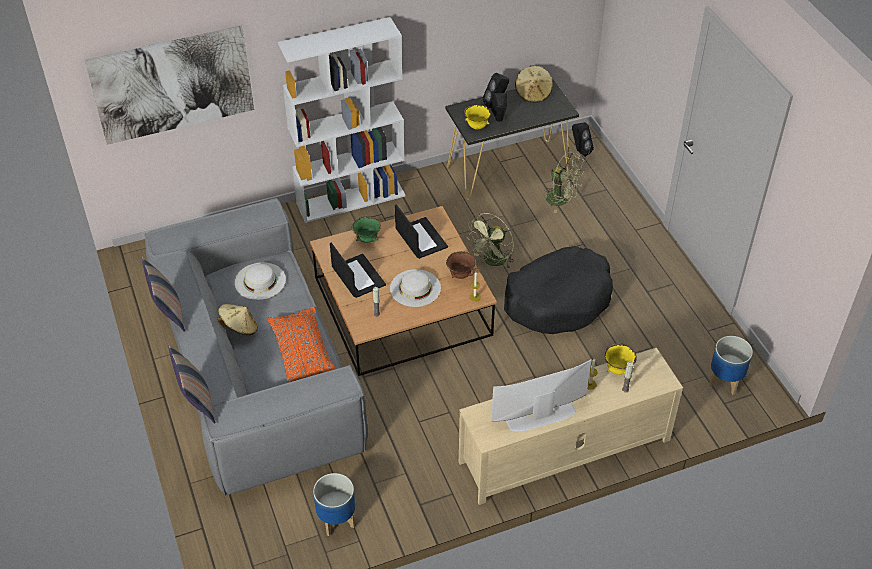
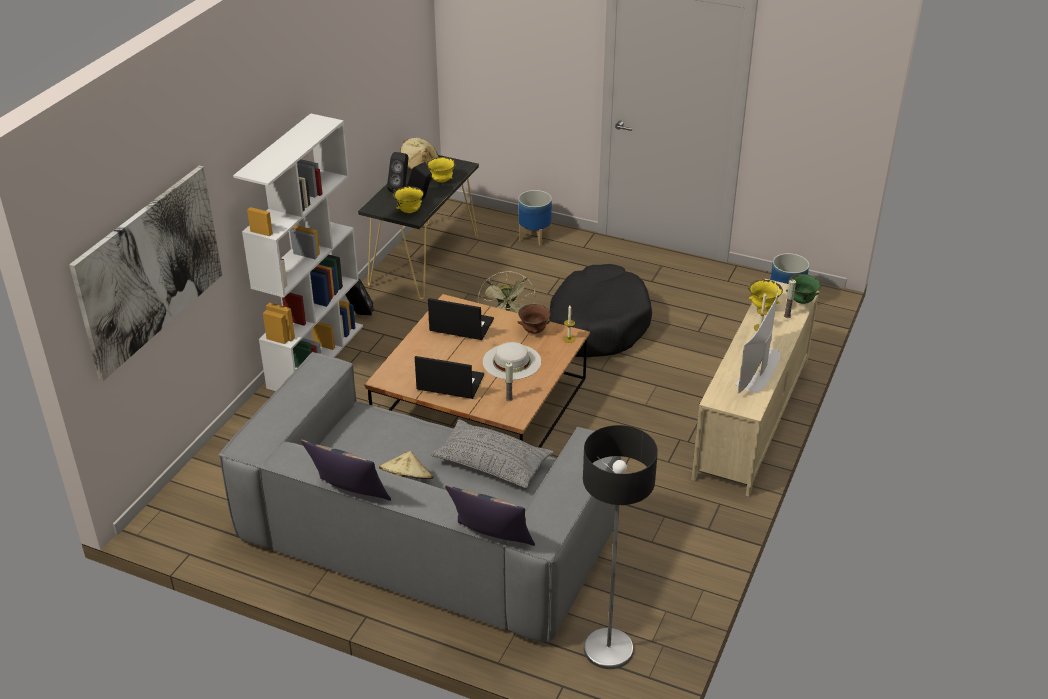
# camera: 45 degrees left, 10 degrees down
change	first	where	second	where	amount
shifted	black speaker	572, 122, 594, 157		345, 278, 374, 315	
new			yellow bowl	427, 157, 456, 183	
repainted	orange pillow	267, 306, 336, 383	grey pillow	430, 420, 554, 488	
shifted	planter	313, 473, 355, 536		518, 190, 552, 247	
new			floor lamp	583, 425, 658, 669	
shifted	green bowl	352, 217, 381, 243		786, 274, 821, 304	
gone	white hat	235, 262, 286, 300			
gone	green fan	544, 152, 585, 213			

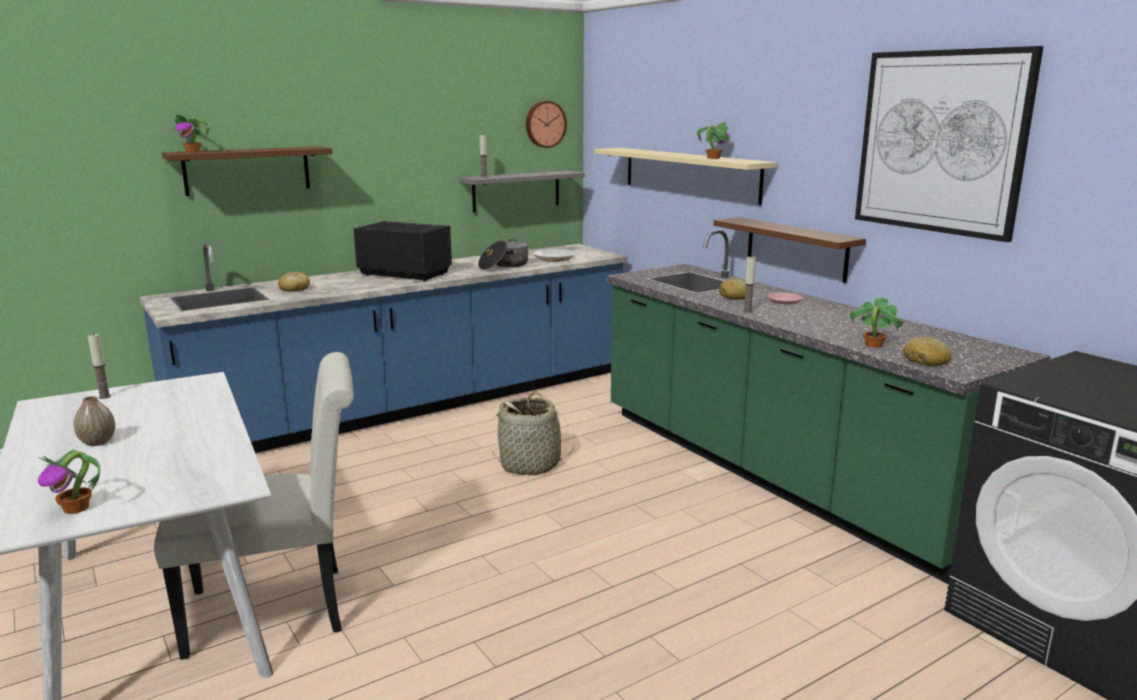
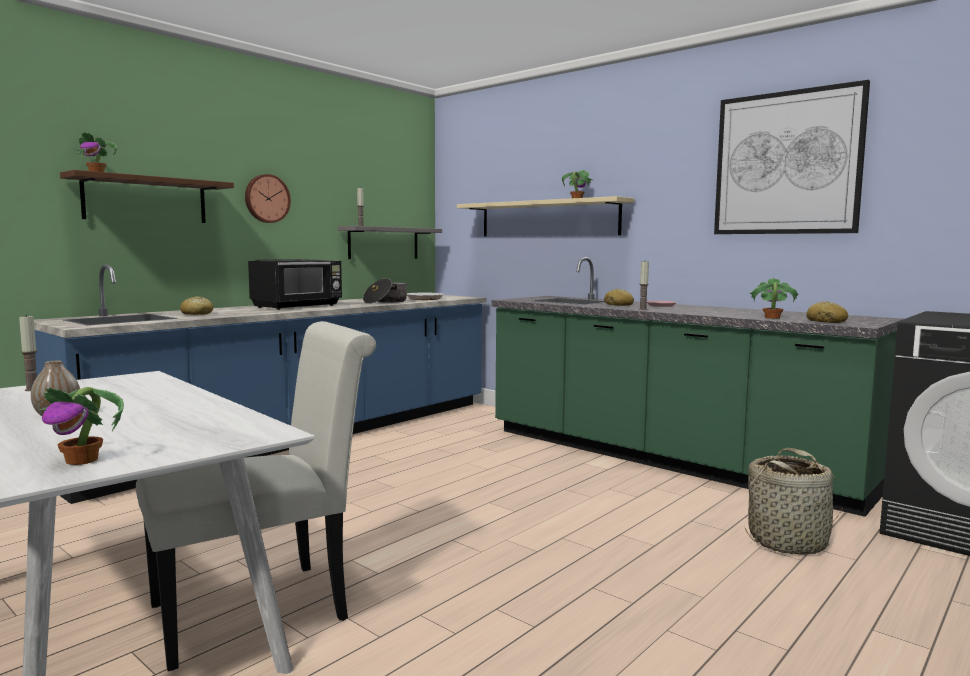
# camera: 15 degrees left, 10 degrees down
change	first	where	second	where	amount
shifted	wall clock	526, 101, 567, 148		245, 174, 291, 223	
rotated	black microwave	354, 221, 452, 282		248, 259, 342, 310	120 degrees clockwise
shifted	basket	492, 392, 575, 475		744, 448, 843, 555	
gone	brown shelf	713, 217, 866, 283			

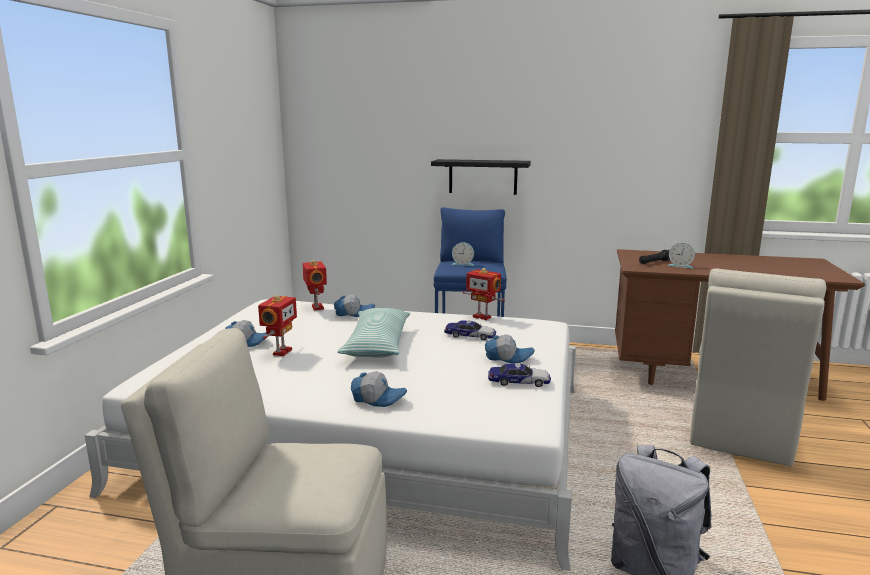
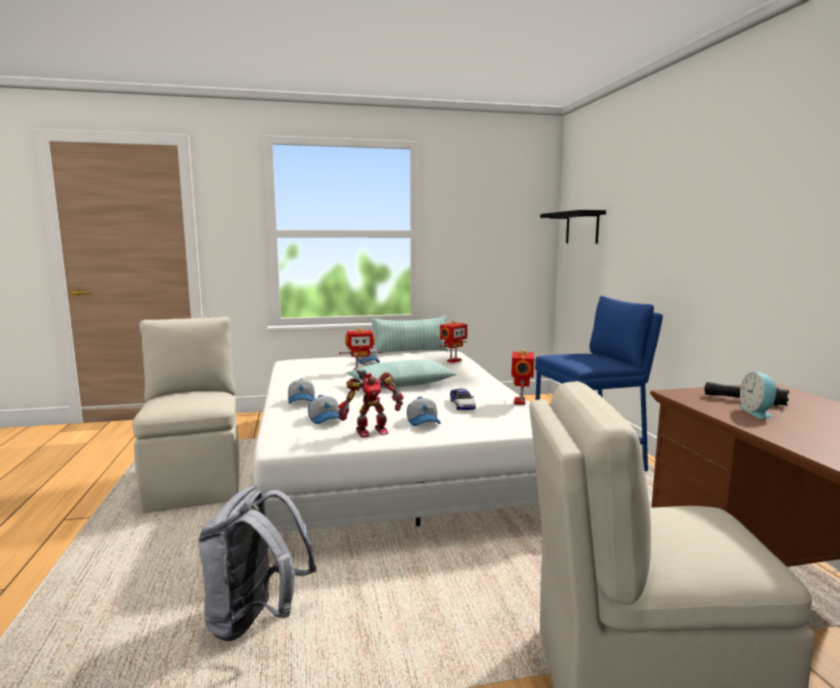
# camera: 65 degrees right, 5 degrees down
change	first	where	second	where	amount
shifted	cap	334, 294, 375, 317		308, 395, 341, 424	
swapped	toy car	488, 363, 551, 387	toy robot	338, 370, 404, 438	
new			pillow	371, 316, 449, 354	
shifted	black shelf	431, 159, 531, 195		540, 210, 606, 244	
gone	alarm clock	452, 242, 474, 266			

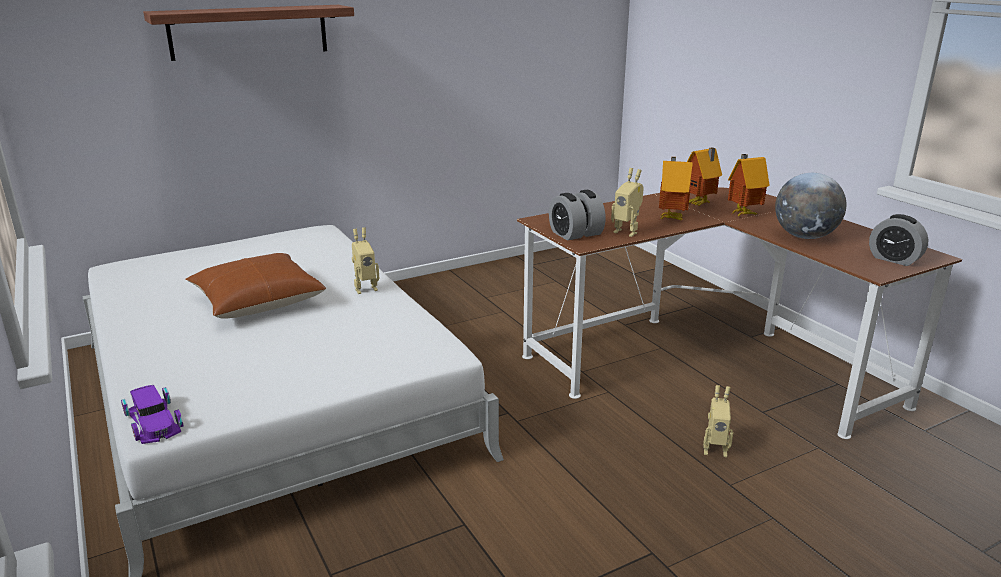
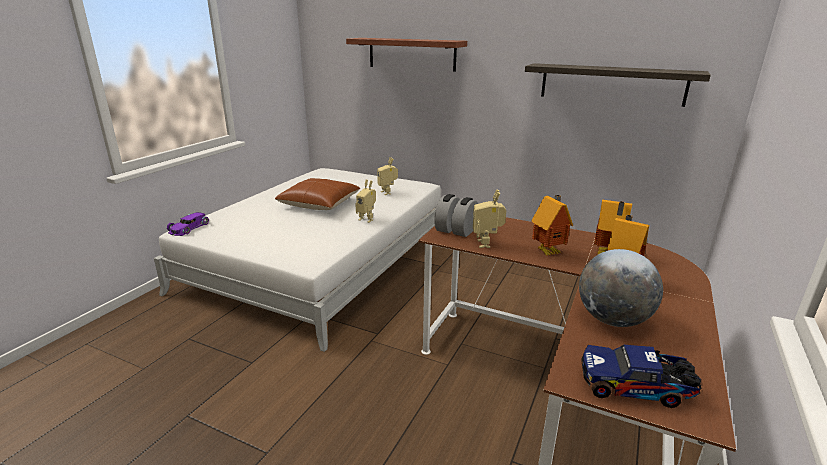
# camera: 55 degrees right, 0 degrees up
change	first	where	second	where	amount
shifted	toy robot	703, 385, 733, 457		377, 157, 398, 195	
new			shelf	525, 63, 711, 107	
swapped	alarm clock	869, 214, 929, 266	toy truck	581, 345, 701, 408	

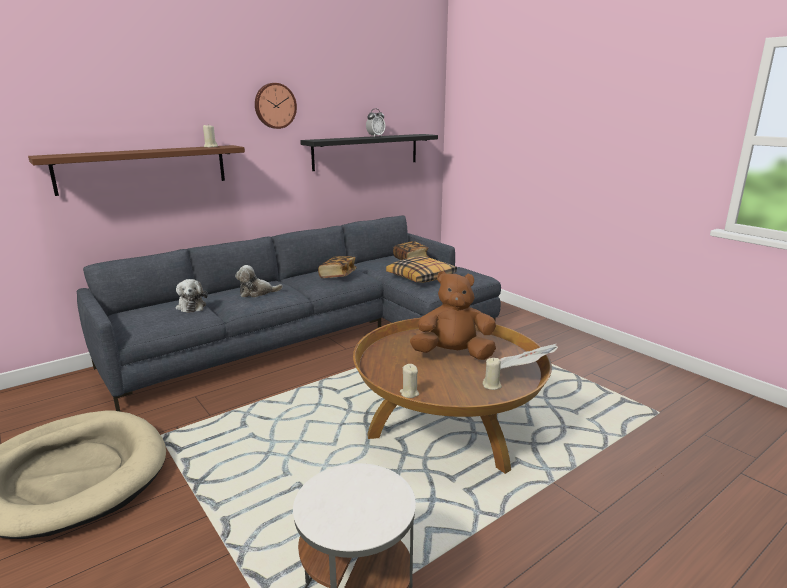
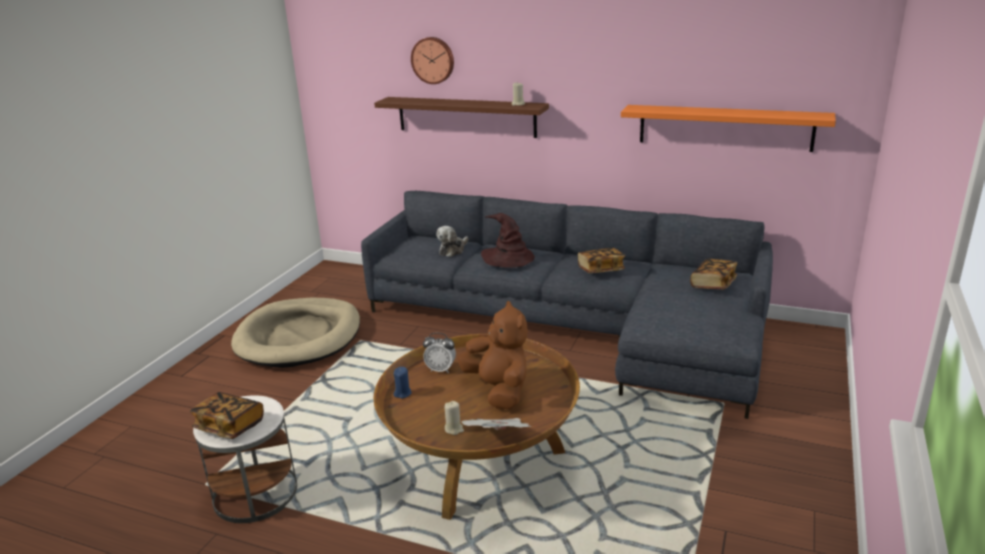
# camera: 60 degrees right, 5 degrees up
change	first	where	second	where	amount
new			book	190, 392, 264, 439	
repainted	beige candle	400, 364, 419, 398	blue candle	394, 367, 412, 398	
shifted	wall clock	255, 83, 297, 129		411, 37, 454, 84	
shifted	alarm clock	366, 108, 385, 137		423, 333, 456, 373	
swapped	plush toy	235, 265, 283, 297	brown hat	481, 213, 535, 268	
repainted	black shelf	300, 134, 438, 171	orange shelf	621, 105, 836, 152	
gone	pillow	386, 256, 457, 283			

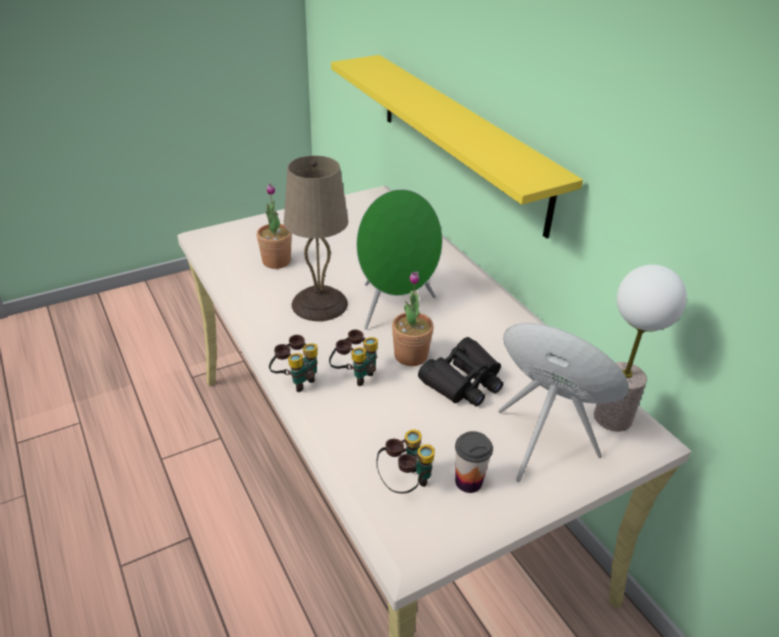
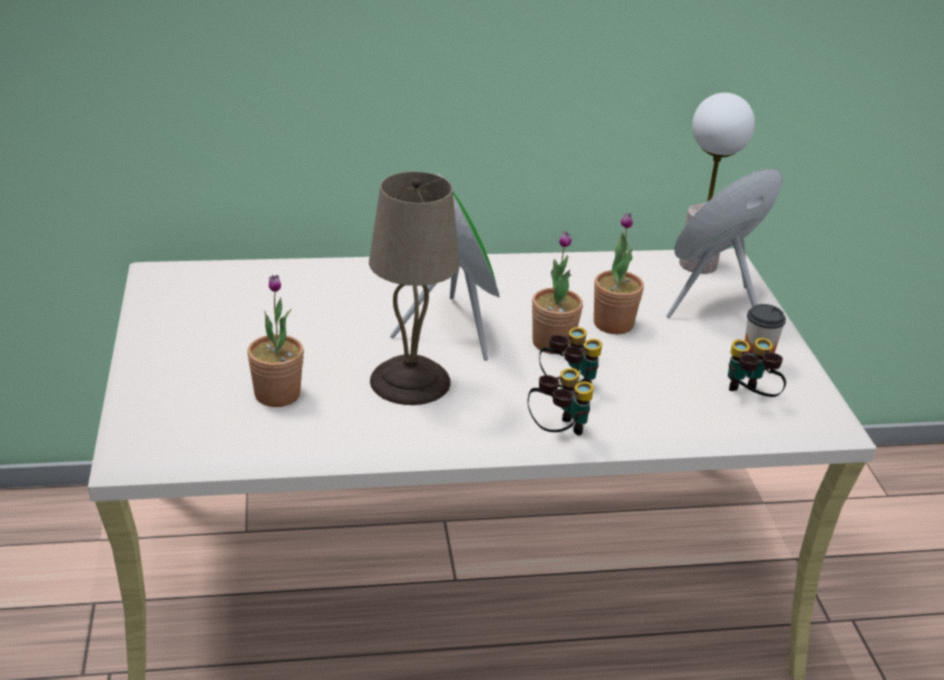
# camera: 70 degrees left, 5 degrees down
change	first	where	second	where	amount
swapped	black binoculars	418, 337, 503, 406	potted plant	594, 213, 644, 334	
gone	yellow shelf	331, 55, 583, 239			

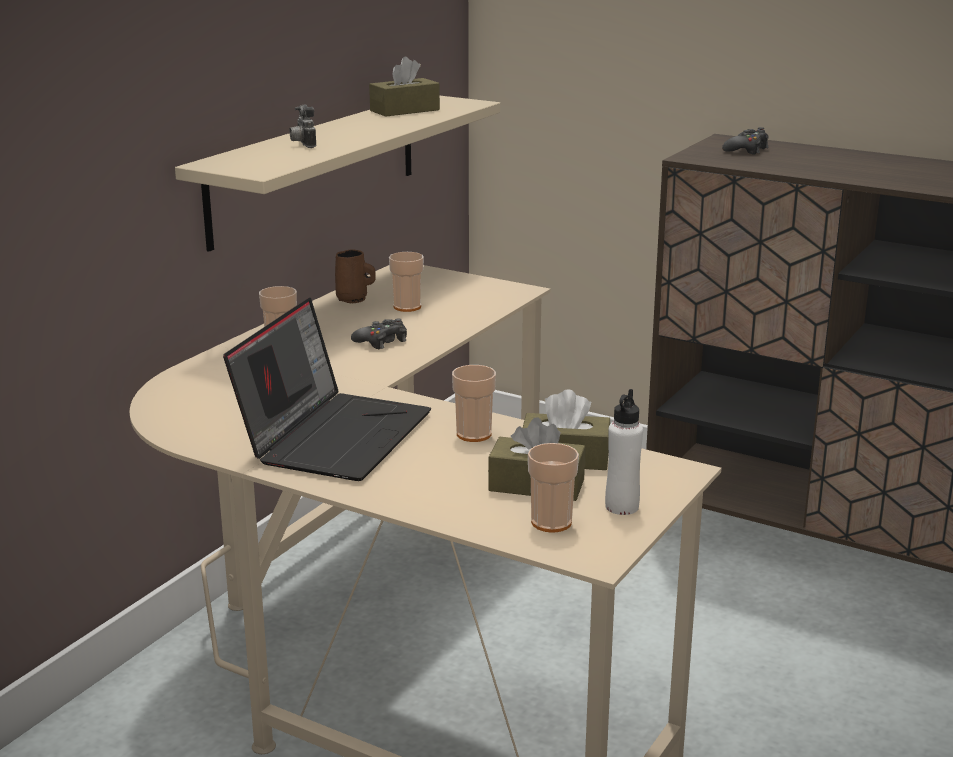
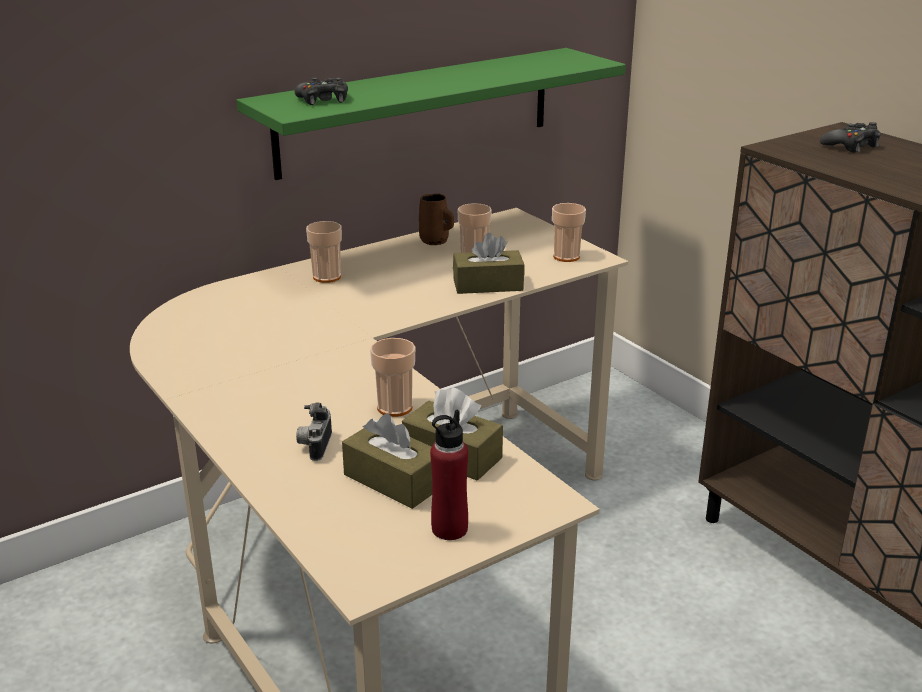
# camera: 25 degrees right, 5 degrees up
change	first	where	second	where	amount
repainted	beige shelf	175, 96, 500, 252	green shelf	236, 48, 626, 180	
shifted	black game controller	351, 318, 407, 349		295, 77, 348, 105	
shifted	photo camera	289, 104, 316, 148		296, 403, 332, 461	
repainted	white bottle	605, 389, 643, 515	red bottle	430, 410, 468, 540	
shifted	brown tissue box	369, 57, 440, 117		453, 233, 524, 294	
shifted	cup	528, 443, 579, 533		552, 203, 586, 262	
gone	laptop	223, 297, 431, 481			

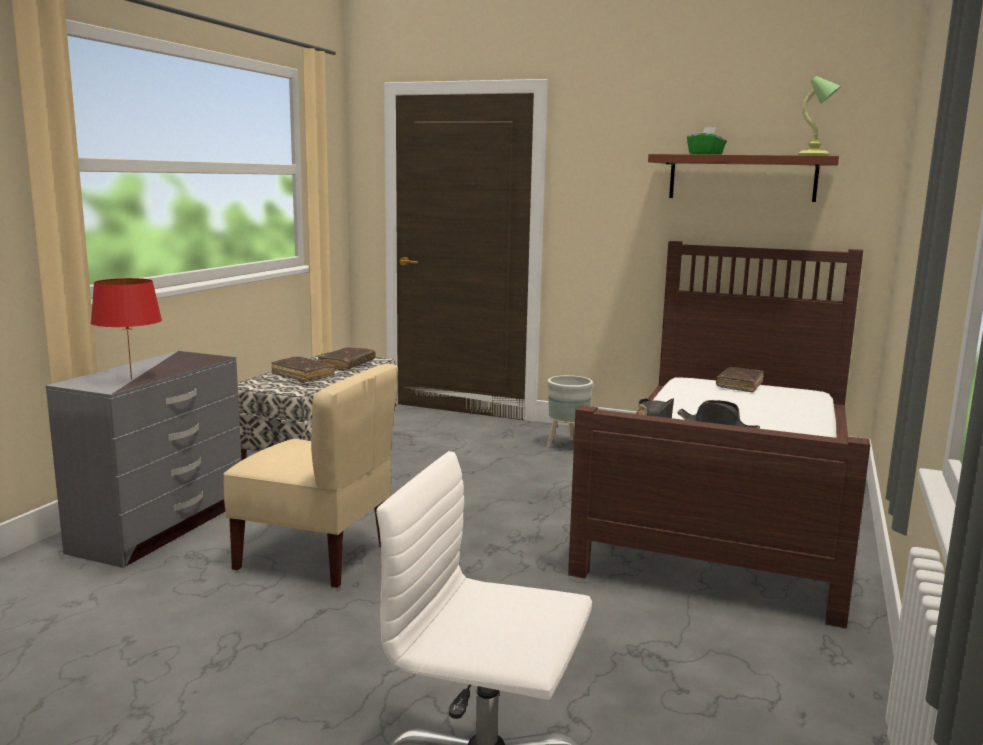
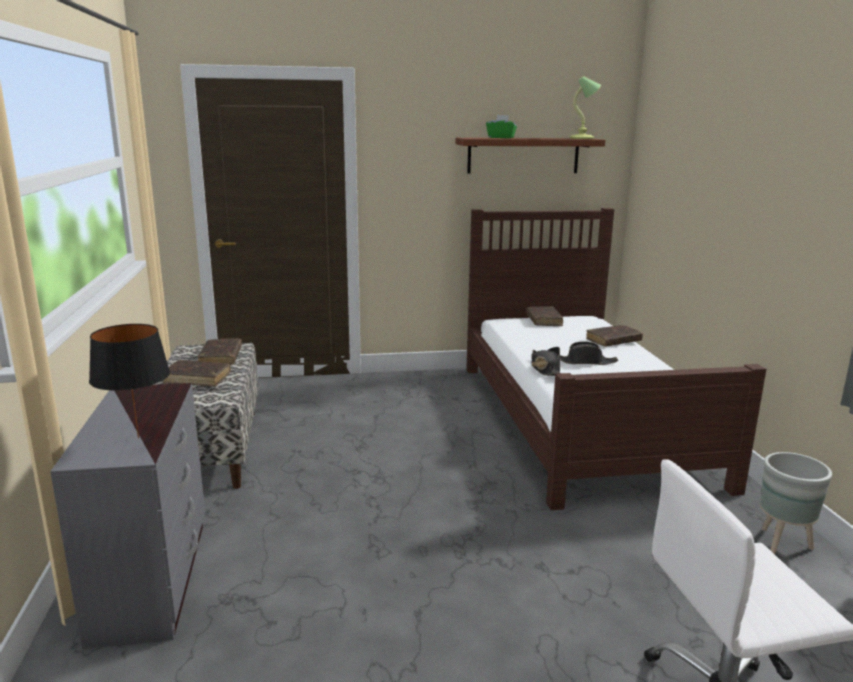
# camera: 30 degrees left, 5 degrees up
change	first	where	second	where	amount
repainted	red table lamp	91, 278, 162, 380	black table lamp	89, 324, 170, 438	
new			brown book	586, 325, 643, 347	
shifted	grey planter	547, 375, 593, 447		760, 452, 832, 554	
gone	beige chair	224, 364, 398, 588			

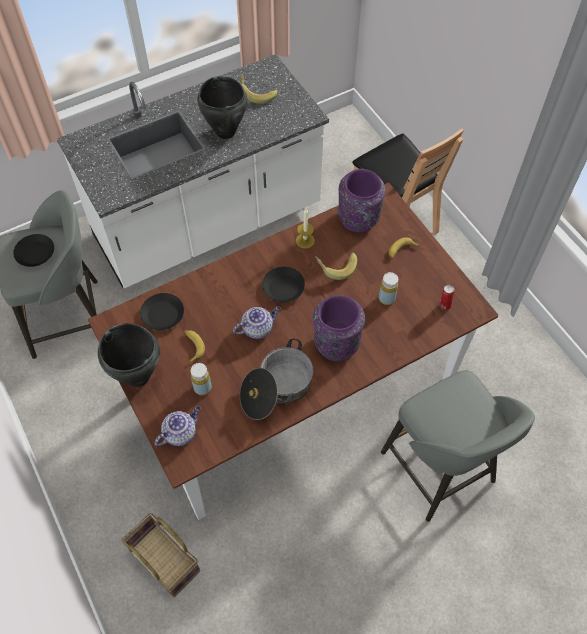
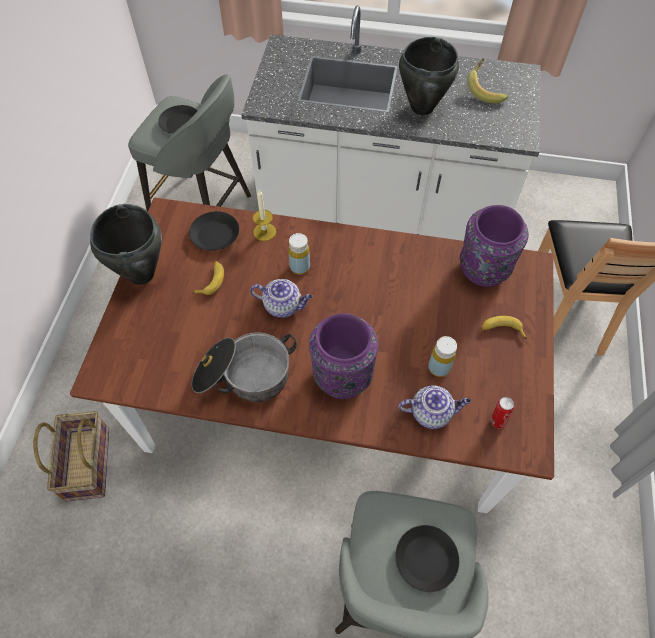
# camera: 40 degrees right, 0 degrees up
change	first	where	second	where	amount
shifted	candle	296, 209, 315, 249		253, 190, 276, 241	
shifted	yellow bottle	191, 363, 212, 395		288, 233, 310, 274	
shifted	black plate	262, 267, 305, 303		395, 525, 459, 592	
shifted	teapot	155, 406, 200, 447		398, 385, 471, 429	
gone	banana	315, 252, 357, 280			

